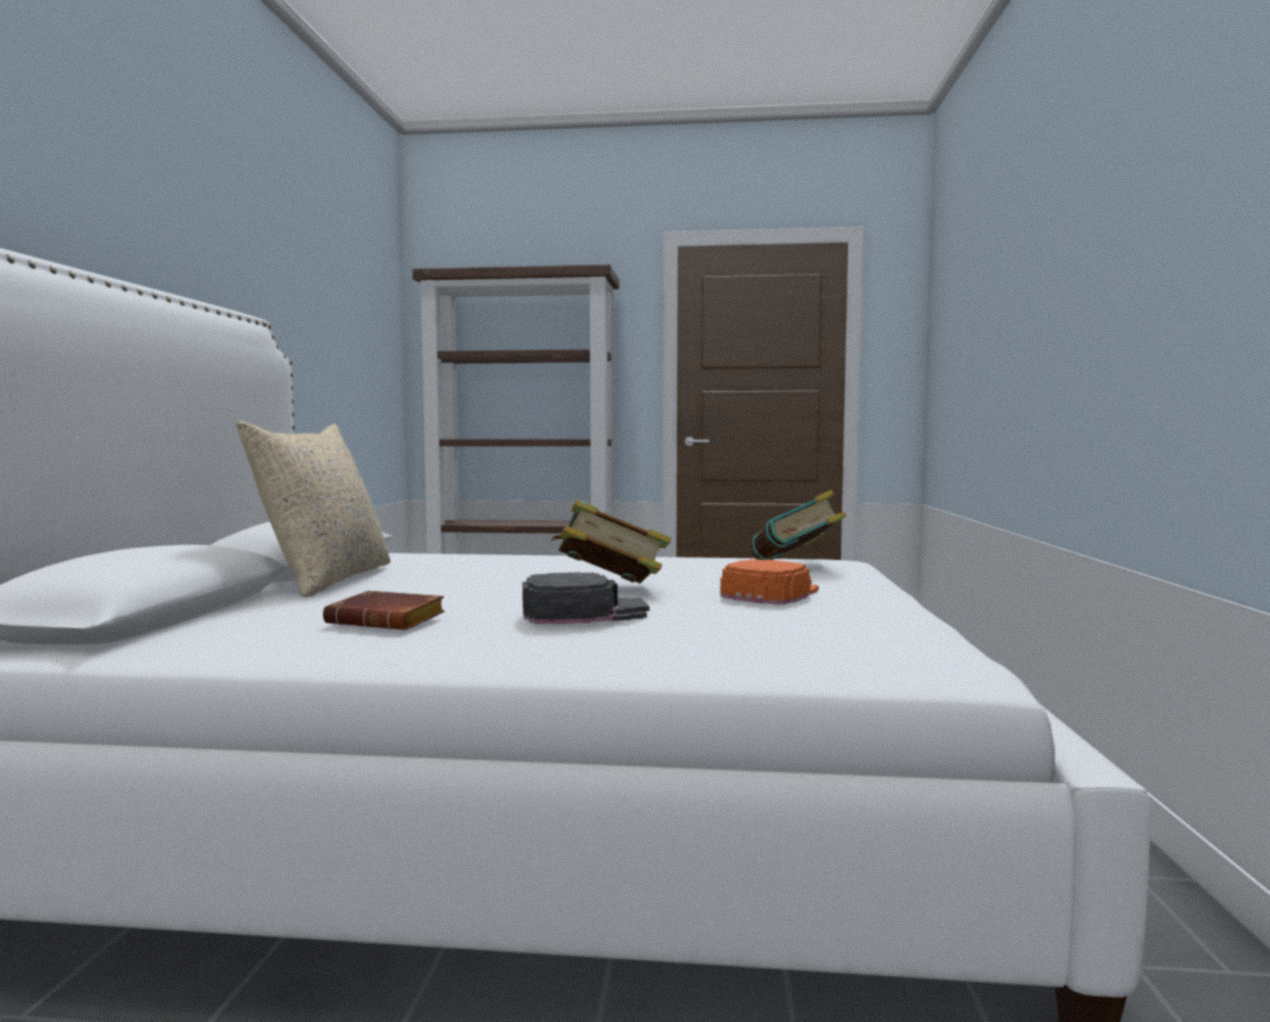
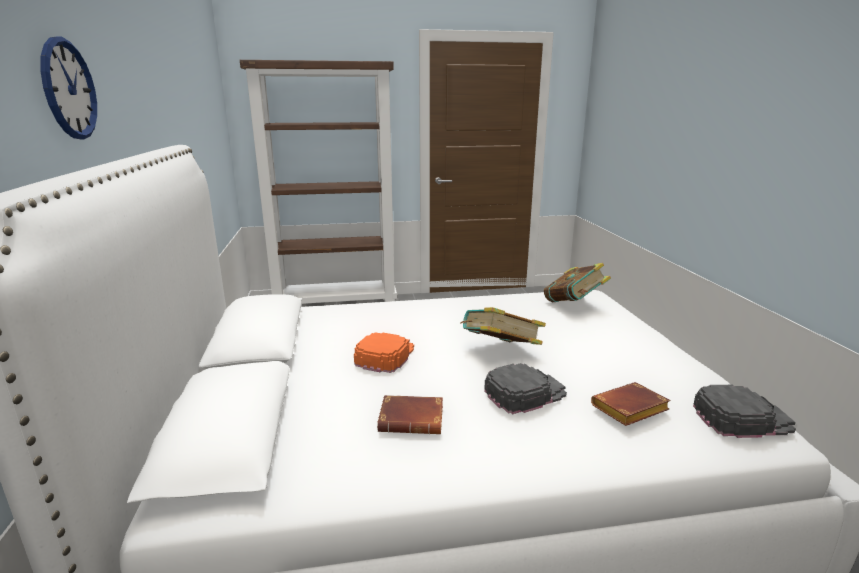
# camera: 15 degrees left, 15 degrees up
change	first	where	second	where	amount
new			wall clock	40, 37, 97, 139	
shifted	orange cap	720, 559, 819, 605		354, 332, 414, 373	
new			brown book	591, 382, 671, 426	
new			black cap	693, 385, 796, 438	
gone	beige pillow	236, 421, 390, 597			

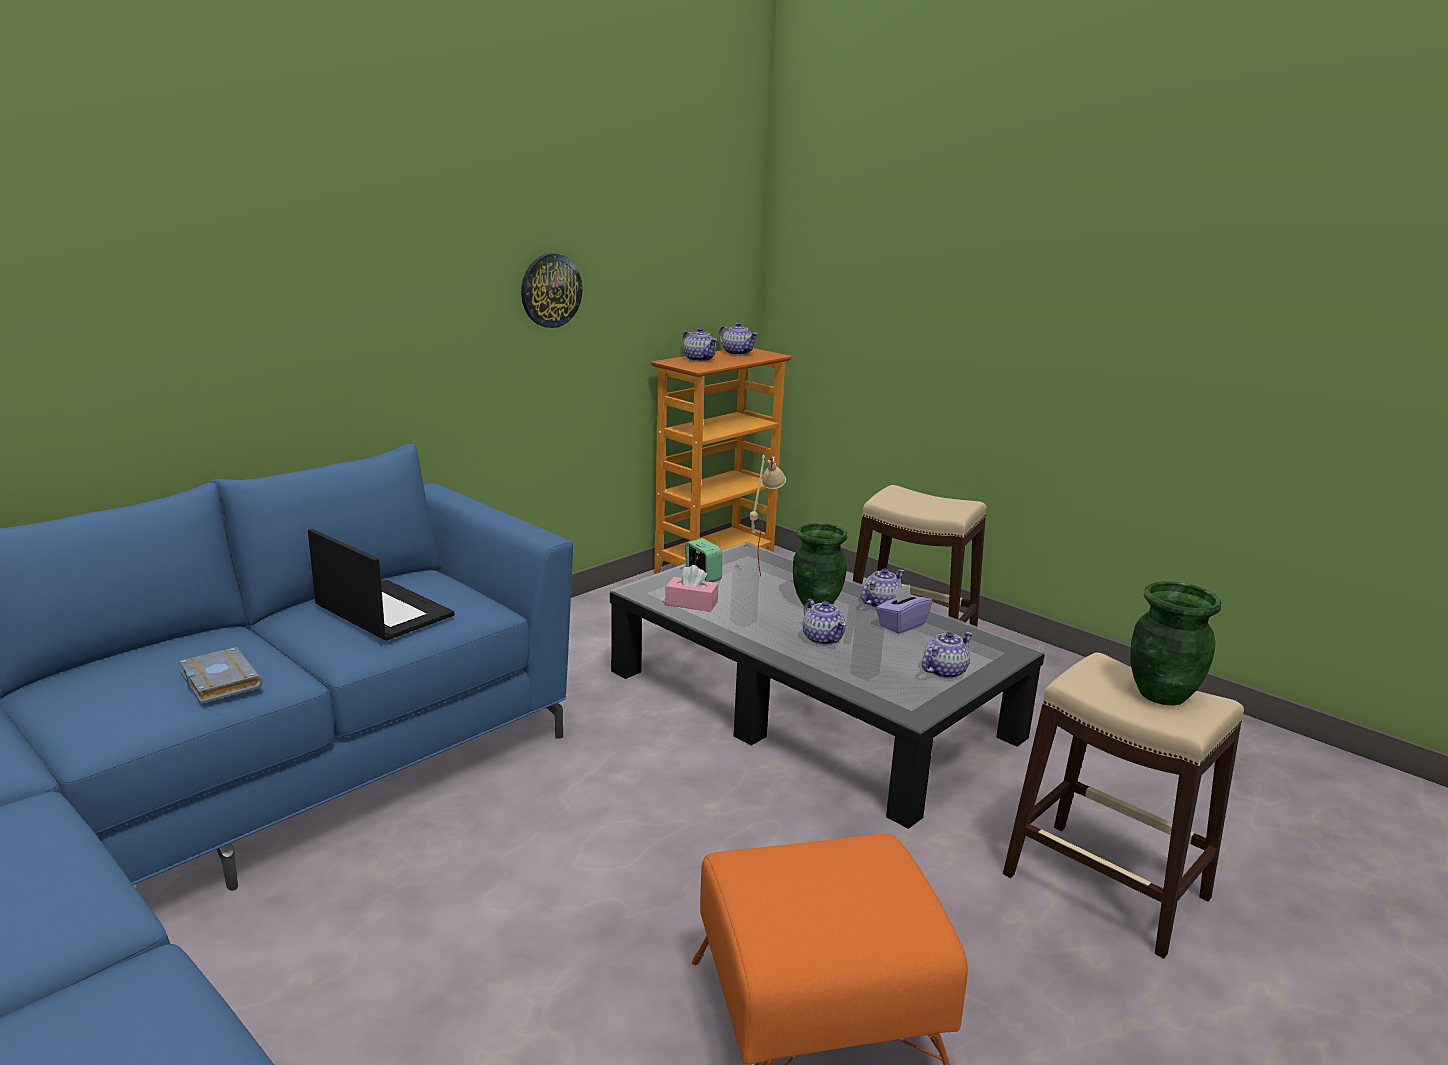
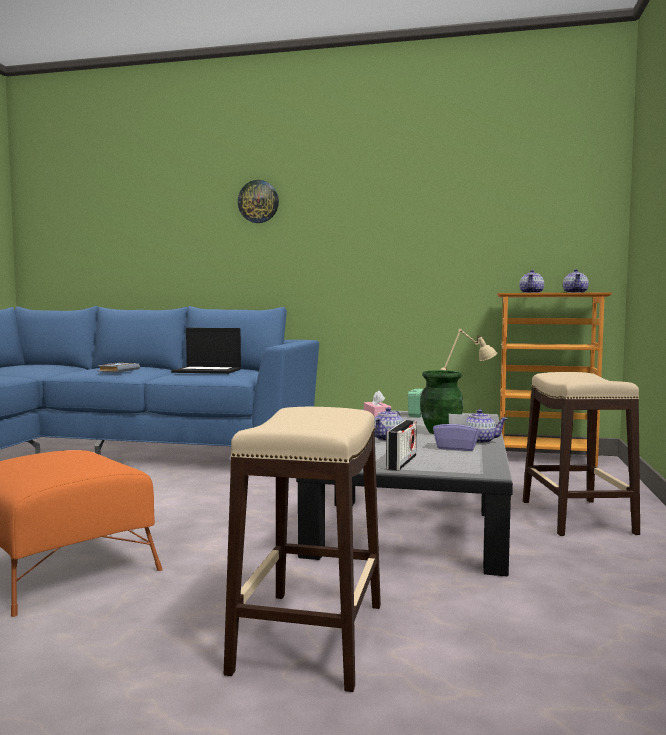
# camera: 60 degrees right, 15 degrees down
change	first	where	second	where	amount
rotated	laptop	308, 529, 455, 641		171, 328, 241, 374	90 degrees clockwise
shifted	wall clock	521, 254, 583, 328		238, 180, 279, 223	
swapped	teapot	922, 632, 973, 679	radio	386, 420, 417, 471	
gone	green vase	1130, 581, 1221, 706			

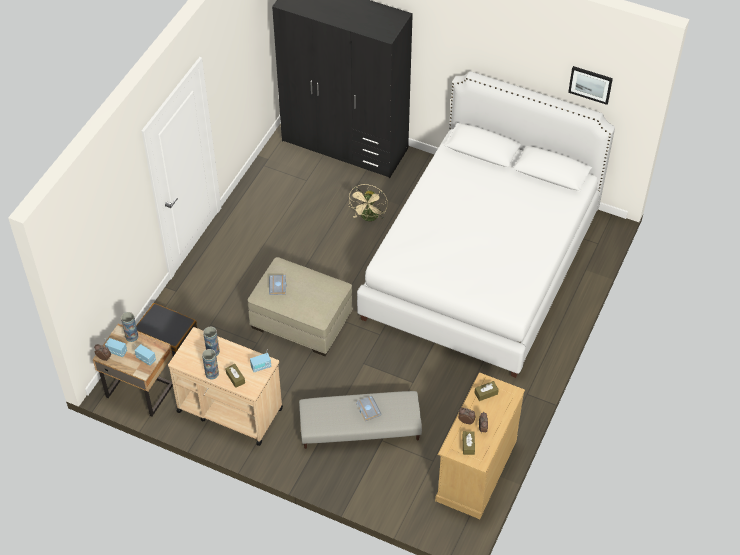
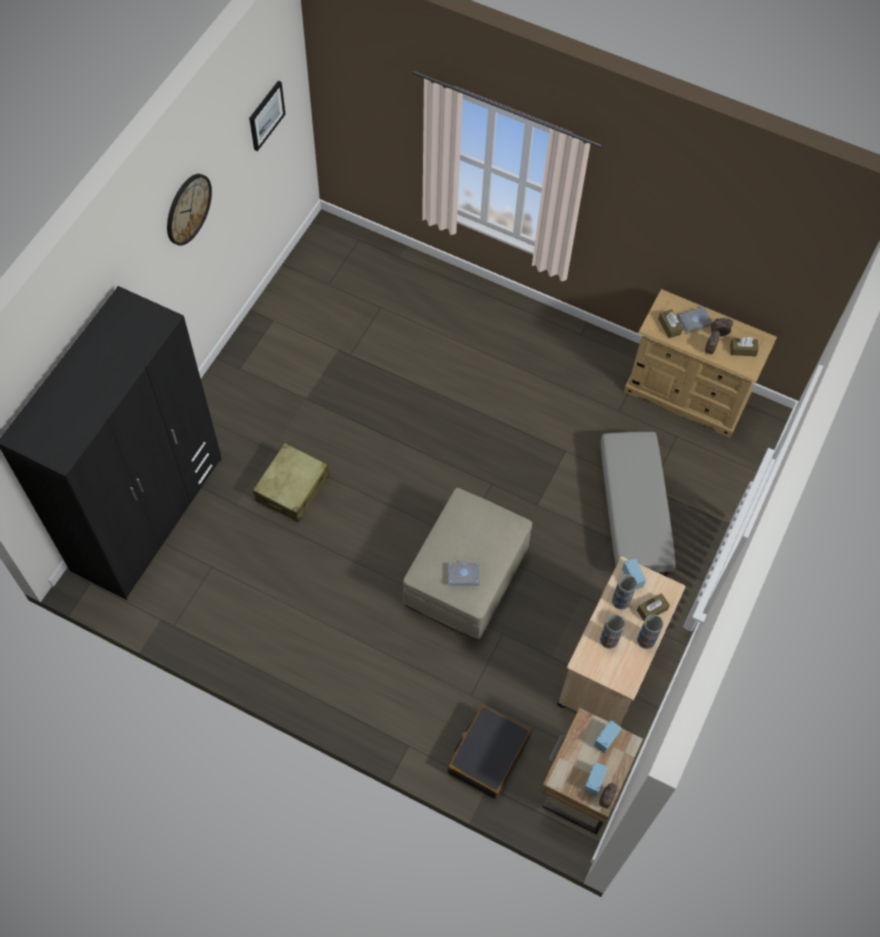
# camera: 90 degrees left, 10 degrees up
change	first	where	second	where	amount
new			wall clock	167, 174, 212, 246	
swapped	beige fan	348, 184, 388, 221	beige suitcase	253, 443, 329, 522	
shifted	vase	121, 312, 139, 342		612, 575, 637, 610	
shifted	grey book	356, 396, 381, 421		677, 307, 713, 334	
gone	white bed	357, 71, 615, 378			

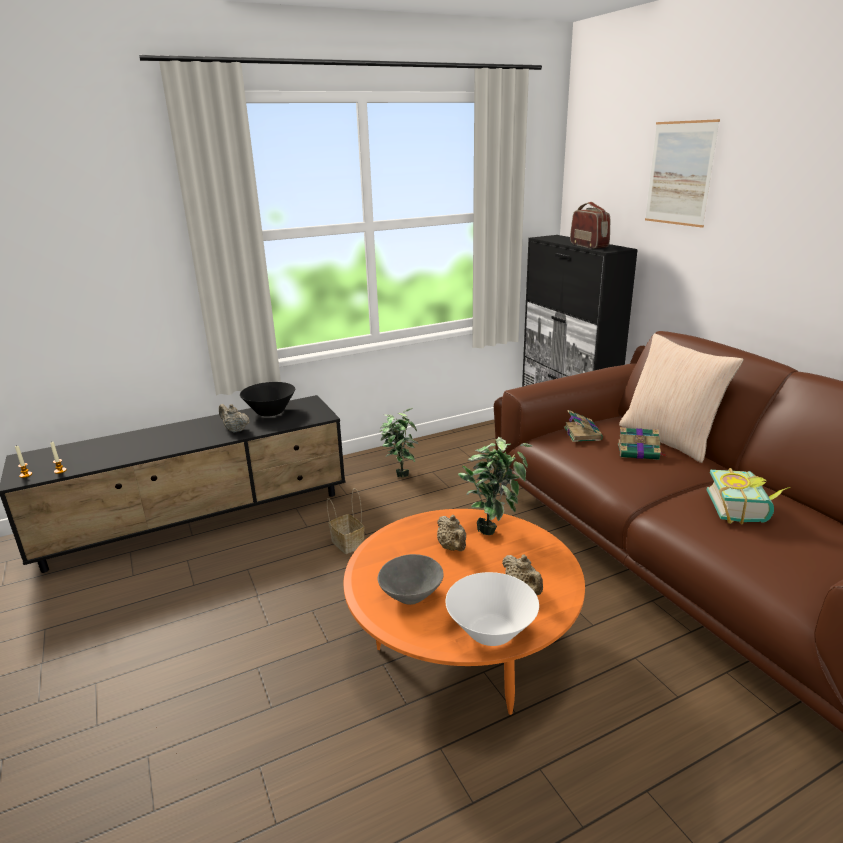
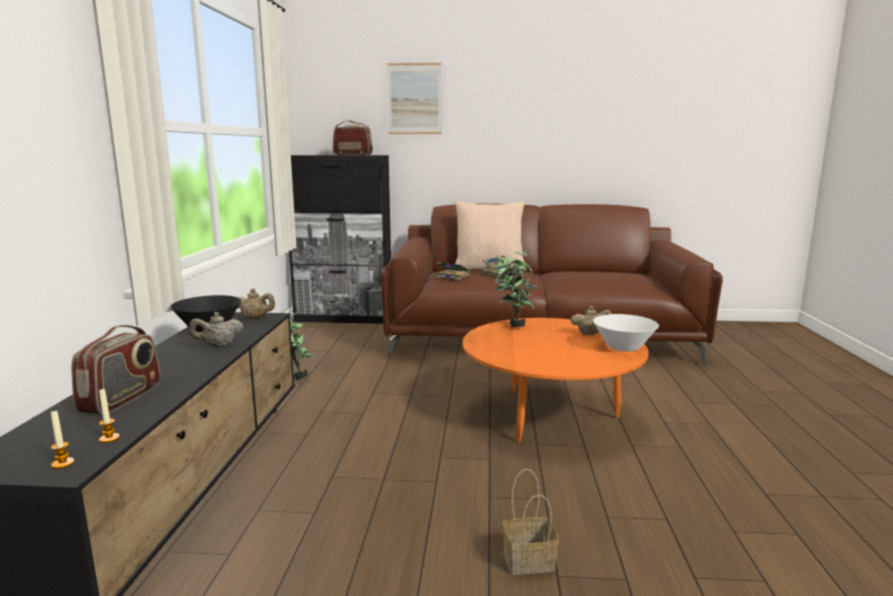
# camera: 60 degrees left, 10 degrees down
change	first	where	second	where	amount
new			radio	71, 325, 161, 414	
shifted	beige teapot	437, 515, 466, 551		238, 288, 275, 319	
shifted	basket	327, 488, 365, 554		503, 469, 559, 575	
gone	grey bowl	378, 554, 444, 605			
gone	book	707, 468, 791, 524			

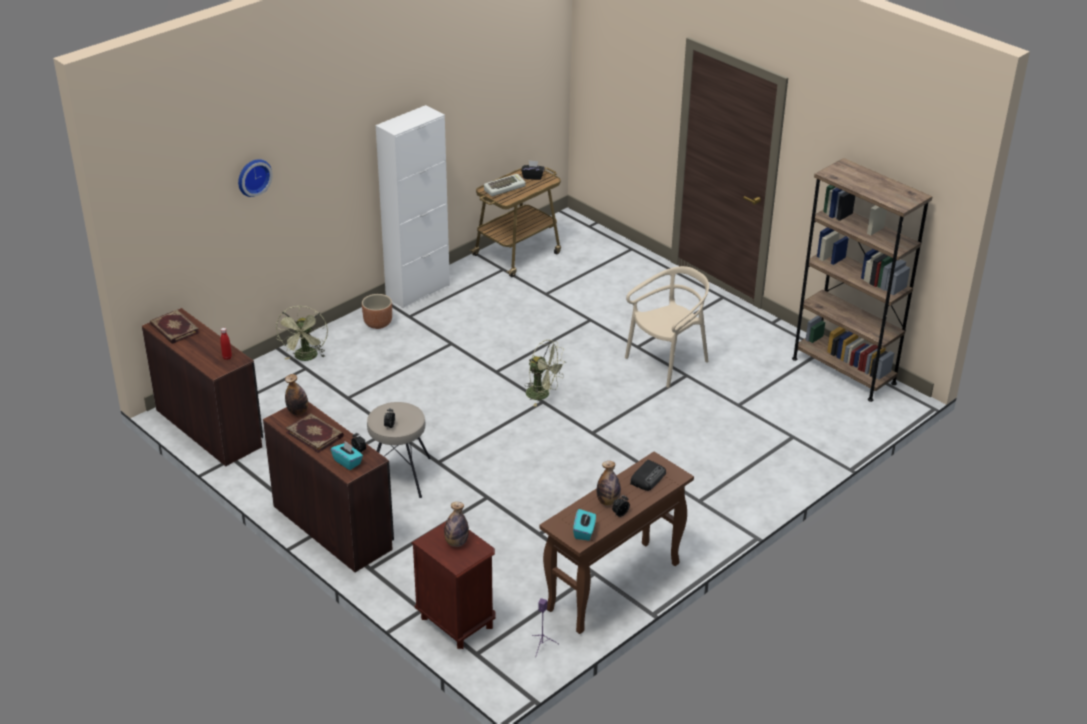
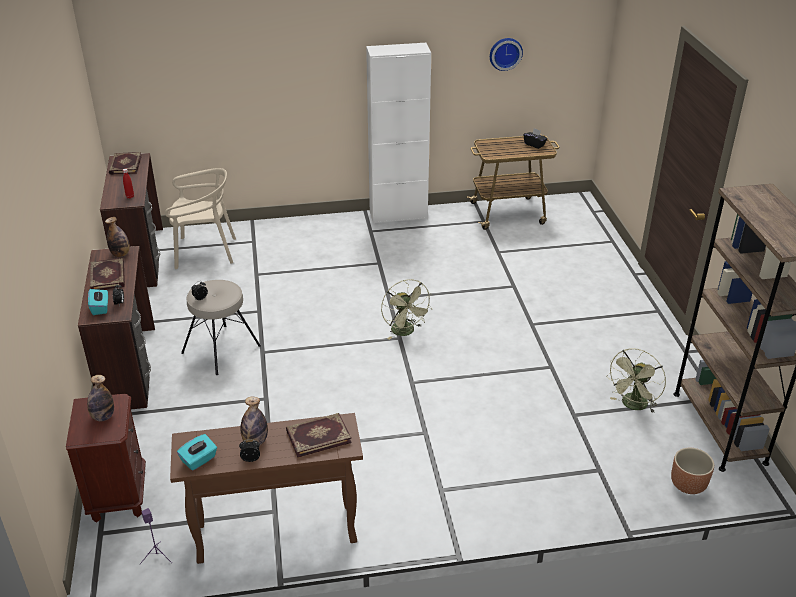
# camera: 35 degrees right, 0 degrees up
change	first	where	second	where	amount
shifted	beige chair	625, 266, 709, 388		165, 168, 236, 269	
swapped	radio	630, 460, 666, 491	book	286, 413, 352, 458	
shifted	wall clock	238, 159, 273, 197		490, 38, 523, 71	
shifted	green fan	276, 306, 328, 361		607, 348, 666, 413	
shifted	brown planter	362, 294, 392, 329		671, 448, 714, 494	
gone	keyboard	484, 174, 526, 196			

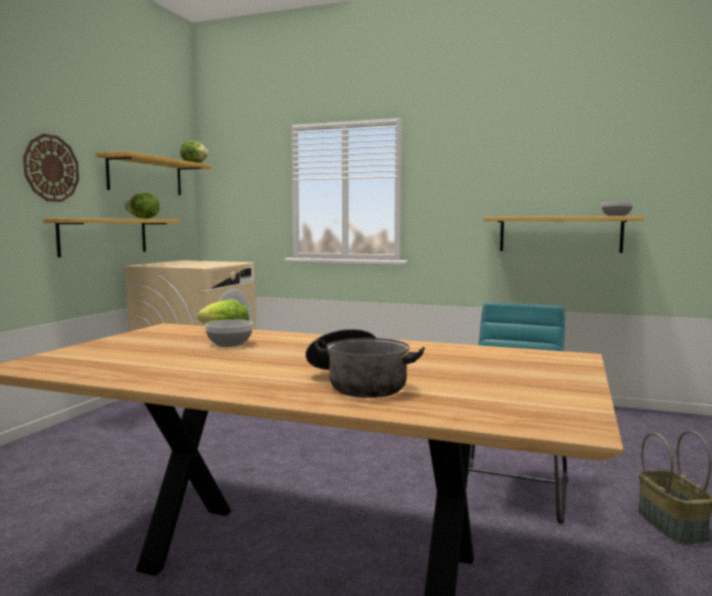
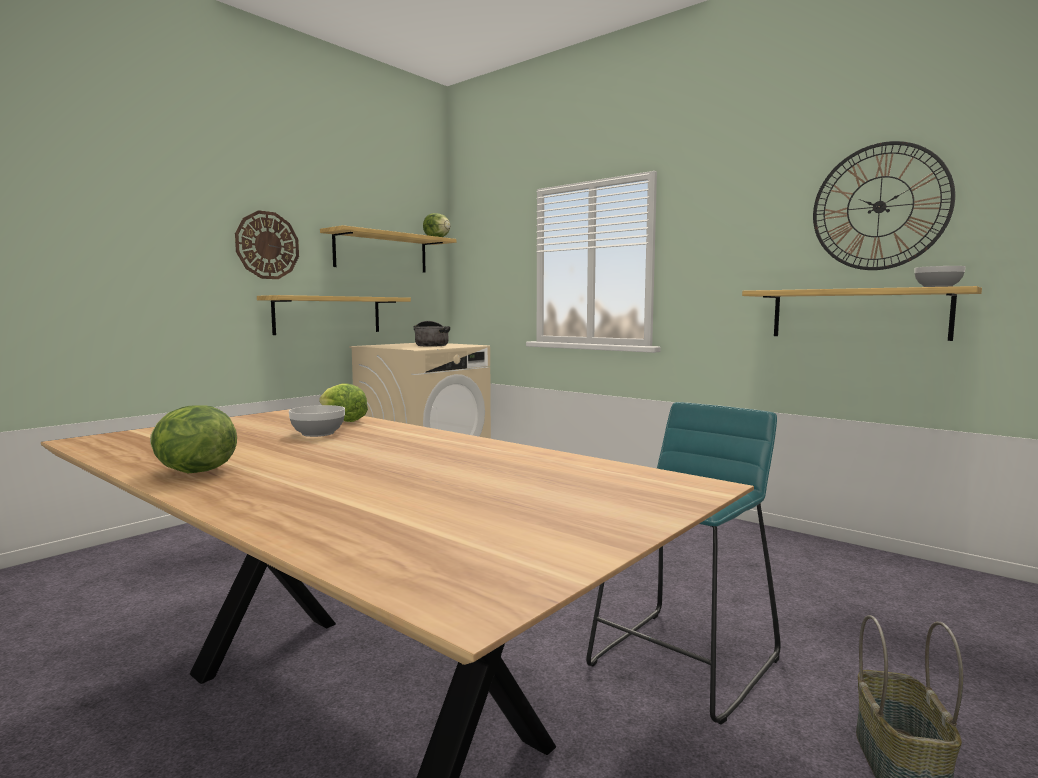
# camera: 20 degrees right, 0 degrees up
change	first	where	second	where	amount
shifted	lettuce	125, 193, 160, 219		150, 405, 237, 473	
shifted	cooking pot	306, 329, 425, 398		414, 321, 450, 346	
new			wall clock	813, 141, 955, 270	

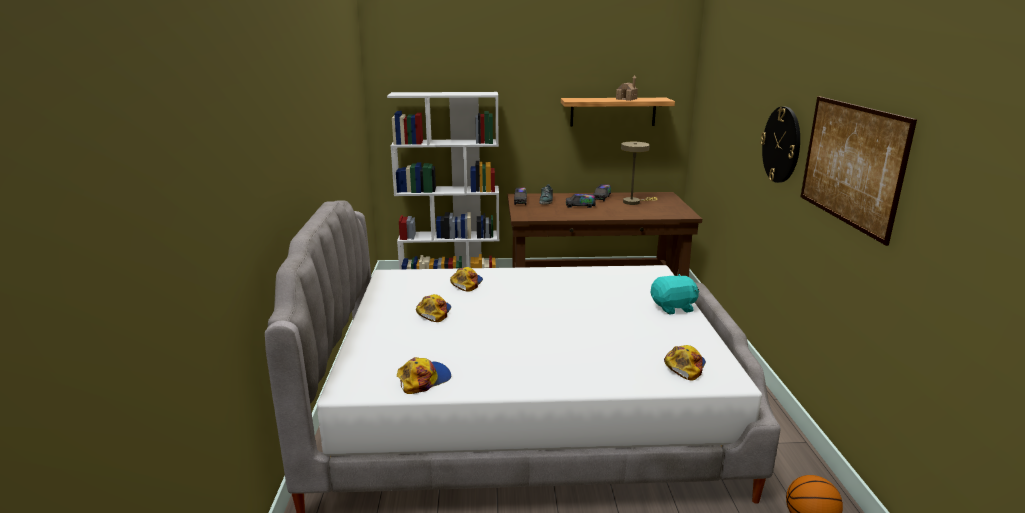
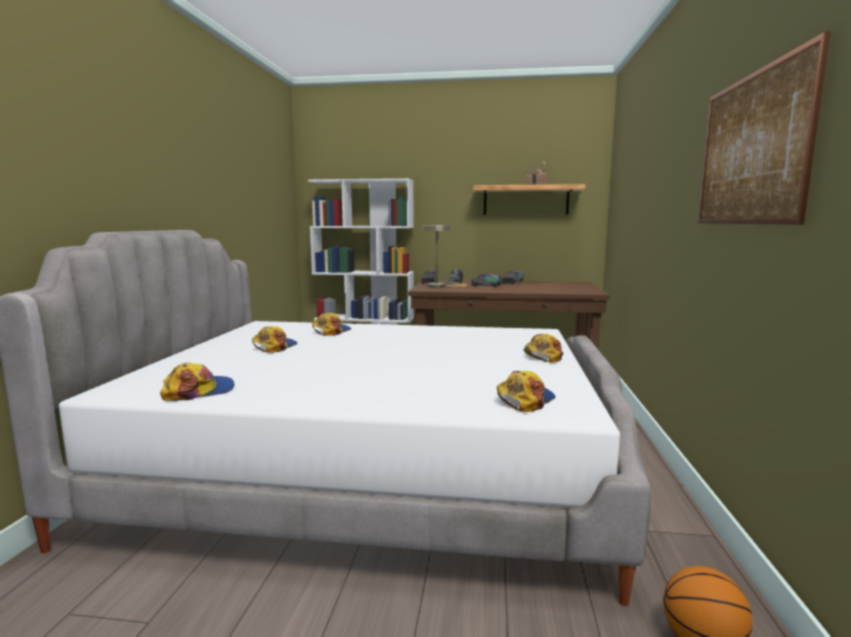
# camera: 10 degrees right, 10 degrees down
change	first	where	second	where	amount
shifted	beige table lamp	621, 142, 657, 205		423, 224, 467, 288	
swapped	turquoise plush toy	651, 274, 699, 315	cap	524, 334, 564, 363	
gone	wall clock	760, 107, 800, 183			

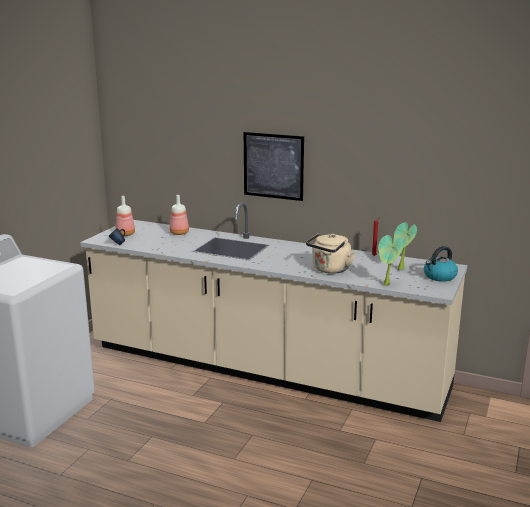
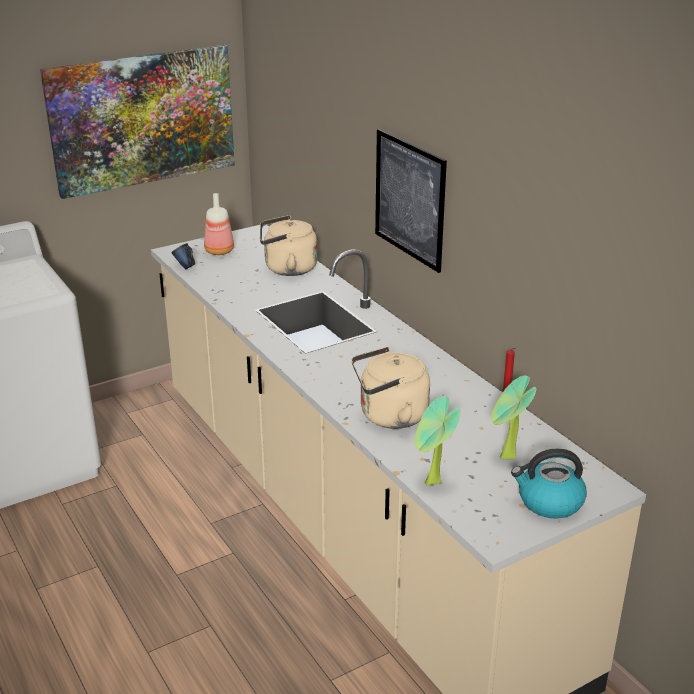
# camera: 35 degrees right, 10 degrees up
change	first	where	second	where	amount
new			picture	40, 45, 235, 199	
swapped	bottle	170, 195, 189, 235	beige kettle	260, 215, 317, 276	

